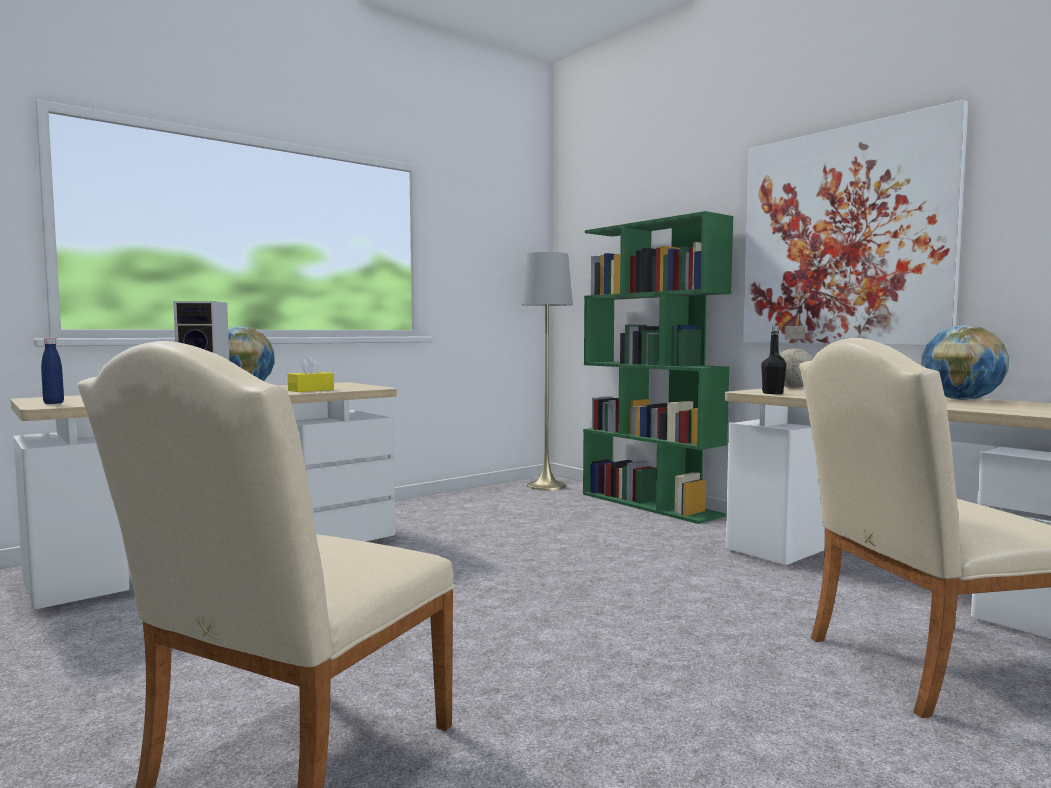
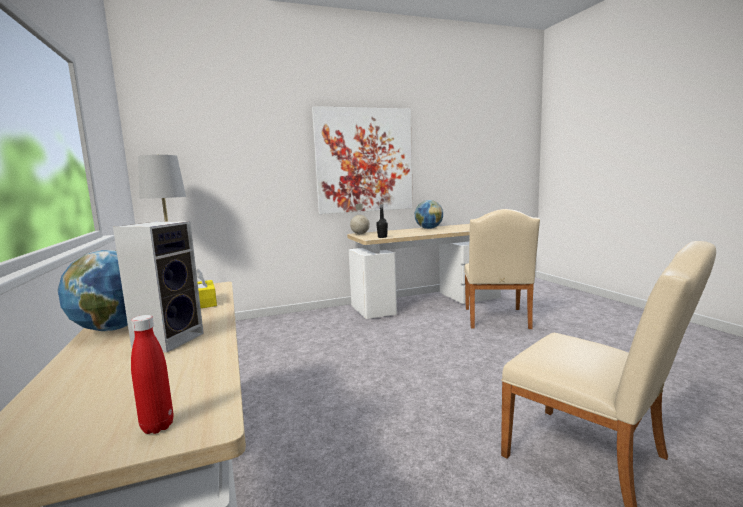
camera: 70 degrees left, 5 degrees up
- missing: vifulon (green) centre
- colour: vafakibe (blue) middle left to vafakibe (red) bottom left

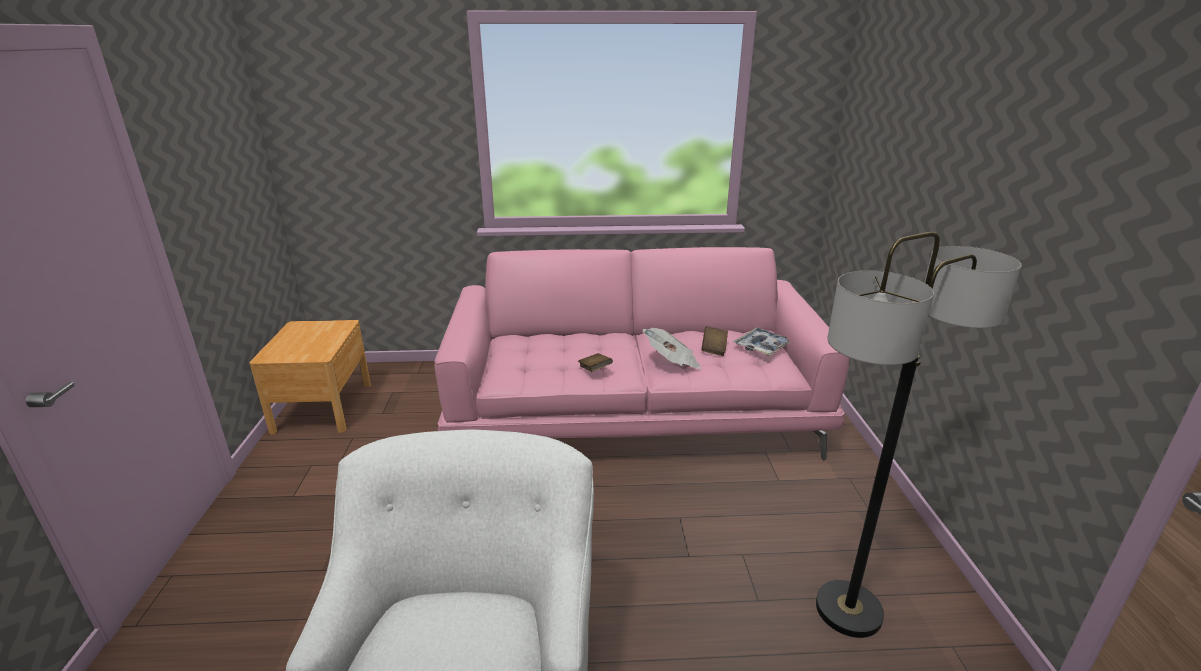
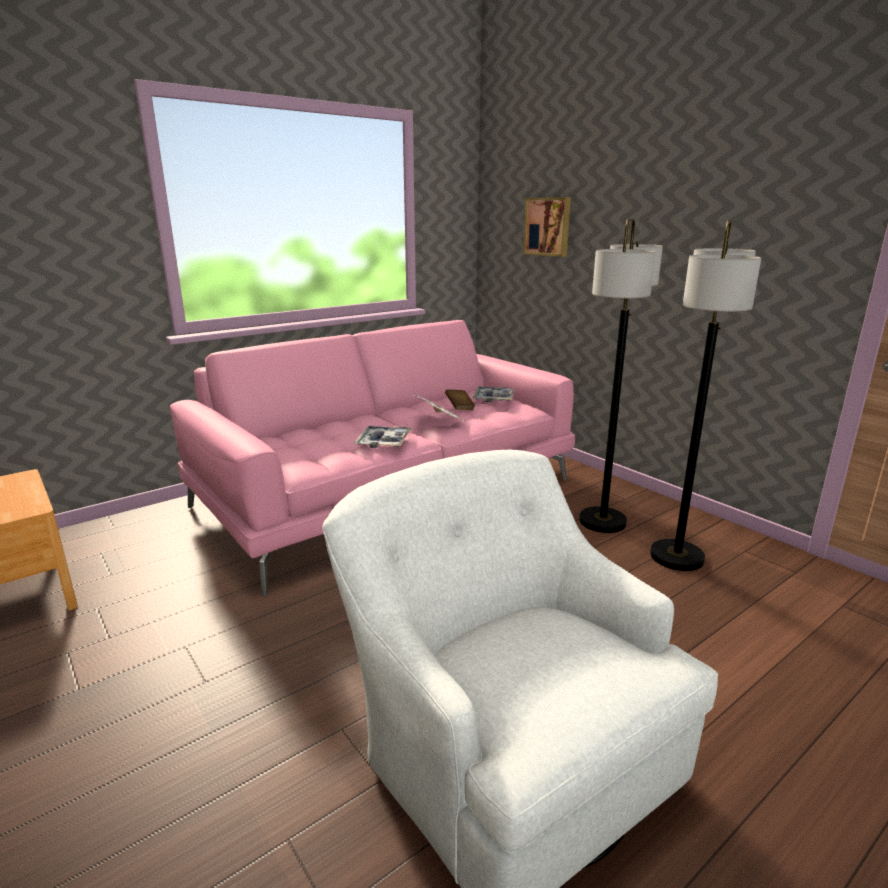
camera: 35 degrees left, 5 degrees down
- appeared: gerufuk top centre
- appeared: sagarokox (no. 1 from left) middle right
- exchanged: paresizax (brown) (no. 1 from left) centre to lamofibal (no. 1 from left) centre

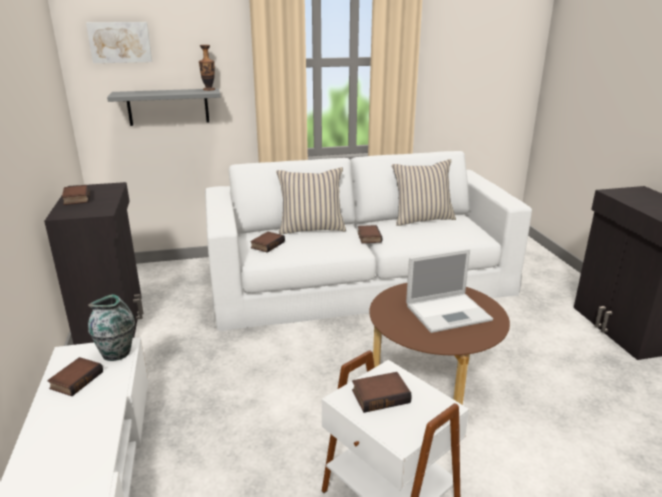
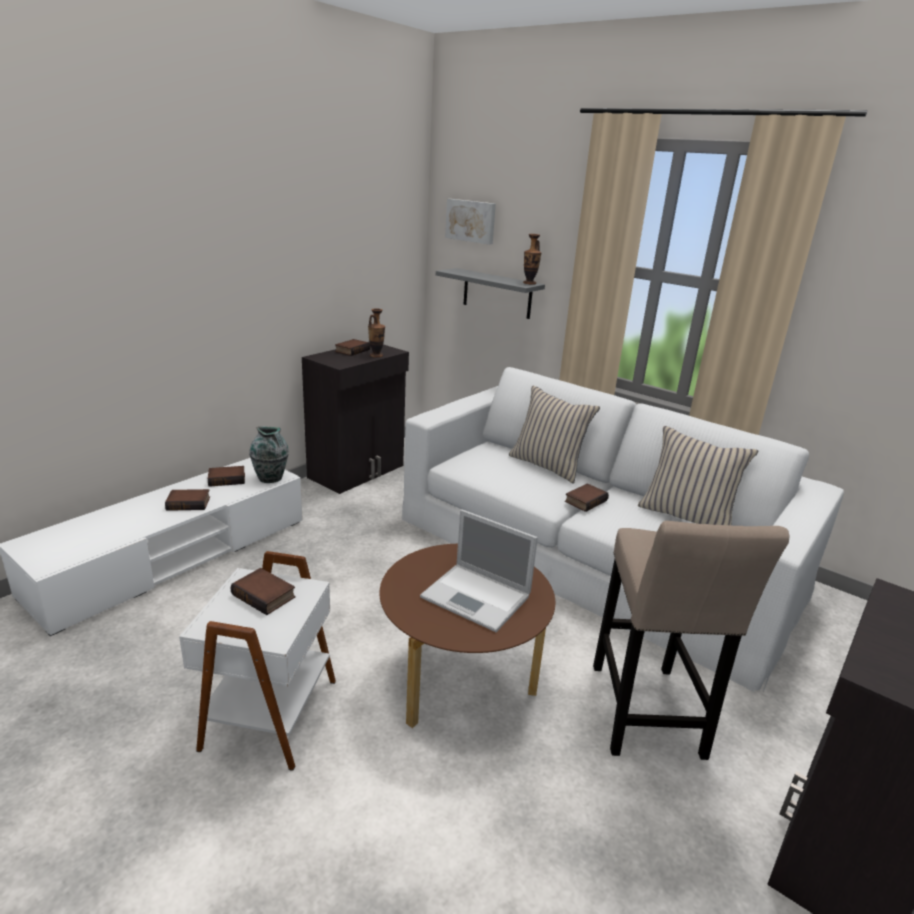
camera: 50 degrees right, 0 degrees up
- appeared: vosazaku (no. 2 from left) centre
- appeared: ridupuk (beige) bottom right
- relocated: paresizax (no. 3 from left in the first image) centre to paresizax (no. 1 from left) middle left

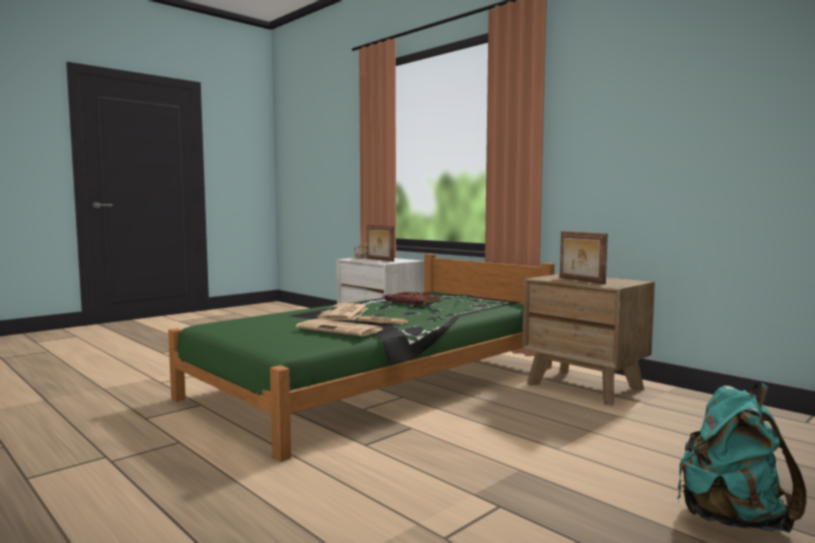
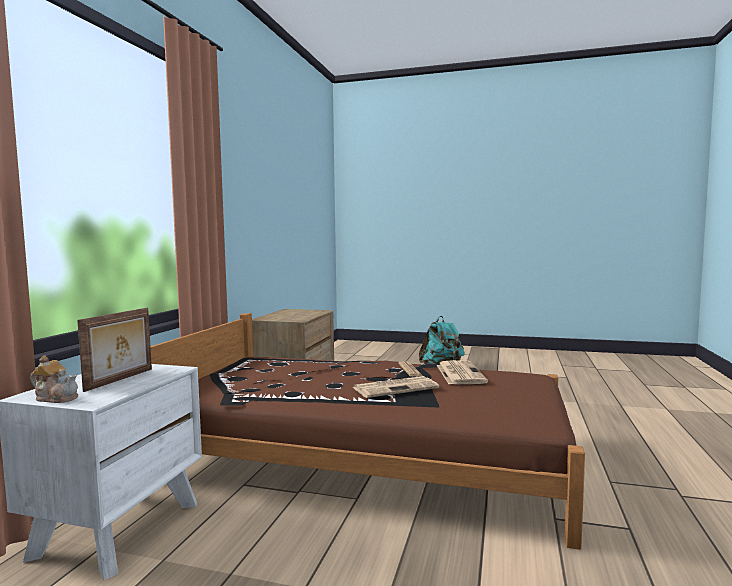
camera: 120 degrees left, 0 degrees up
- missing: paresizax centre
- missing: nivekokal (no. 2 from left) middle right
- colour: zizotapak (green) centre to zizotapak (brown) bottom centre

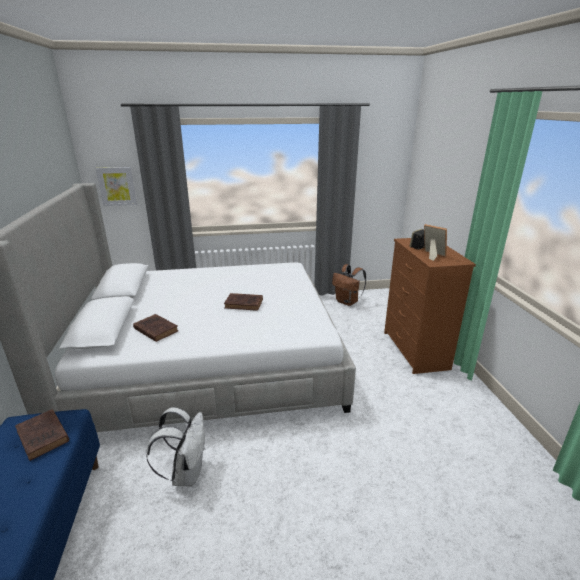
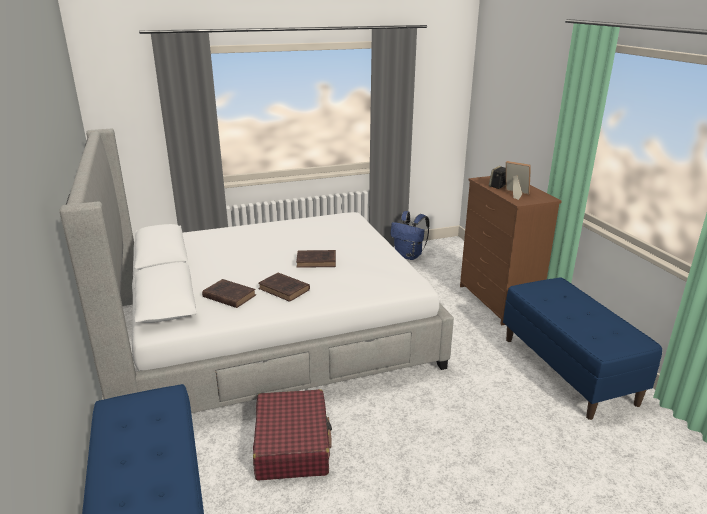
camera: 10 degrees left, 0 degrees up
- missing: gerufuk top left
- appeared: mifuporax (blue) (no. 2 from left) bottom right
- relocated: paresizax (brown) (no. 1 from left in the first image) bottom left to paresizax (brown) (no. 2 from left) centre
- exchanged: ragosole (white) bottom left to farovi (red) bottom centre
- colour: ragosole (brown) centre to ragosole (blue) centre

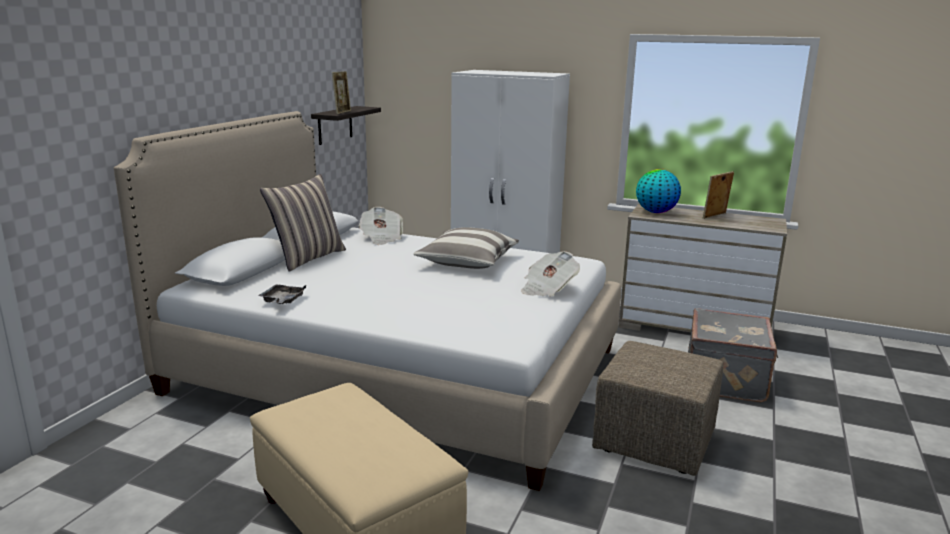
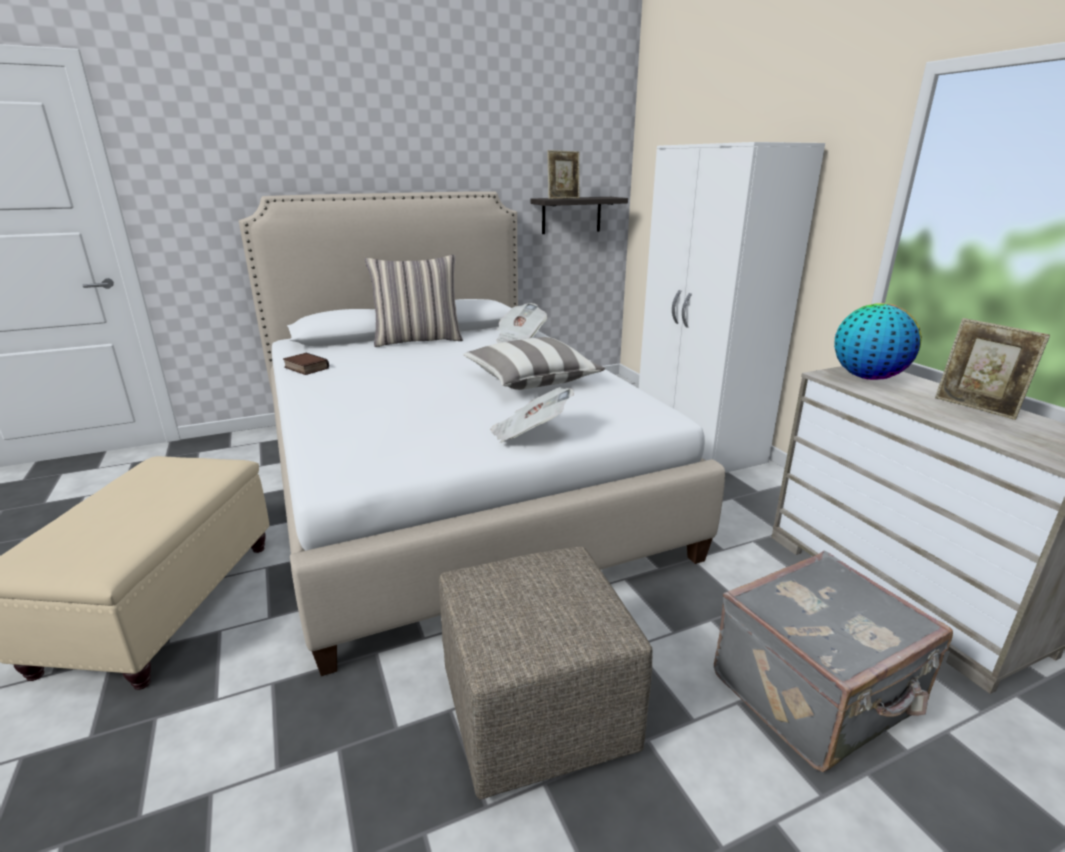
camera: 45 degrees right, 5 degrees up
- exchanged: lamofibal (grey) middle left to paresizax middle left
- spun: nivekokal (no. 2 from left) middle right = middle right 135 degrees counterclockwise

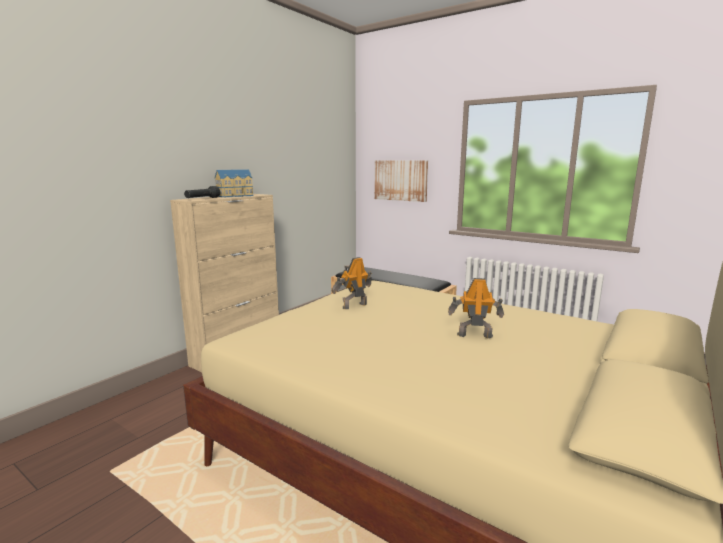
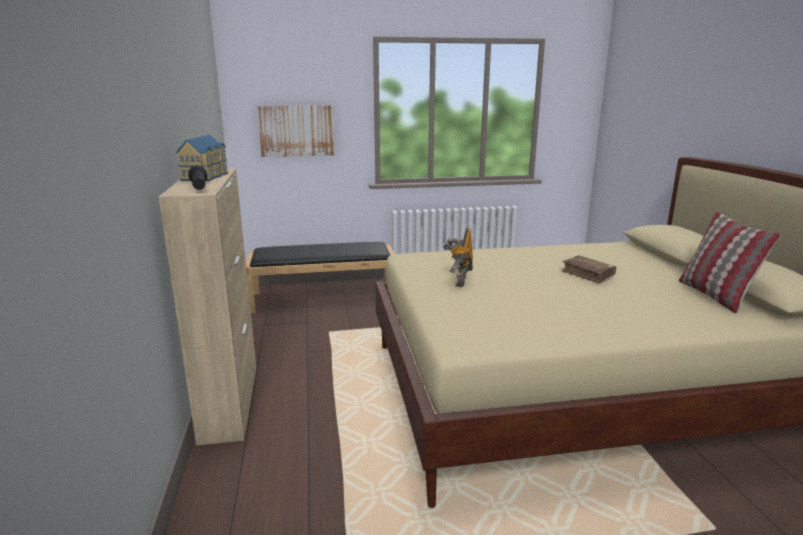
camera: 45 degrees left, 5 degrees up
- appeared: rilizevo middle right
- exchanged: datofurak (no. 2 from left) centre to paresizax (brown) middle right

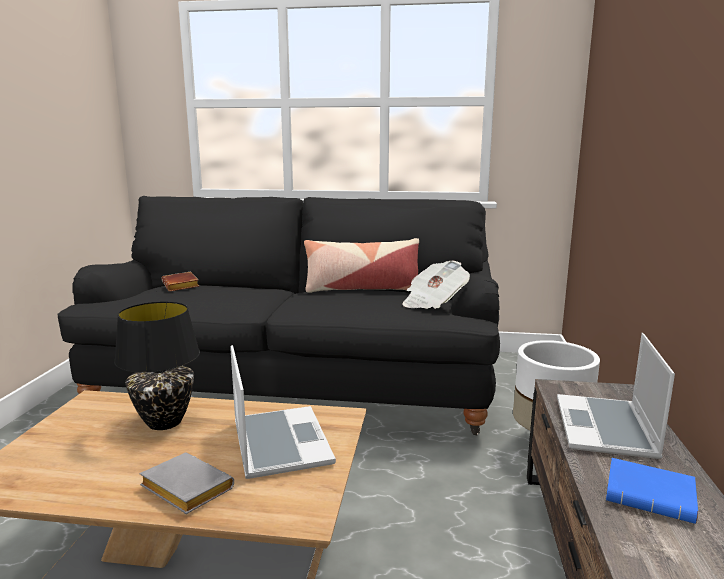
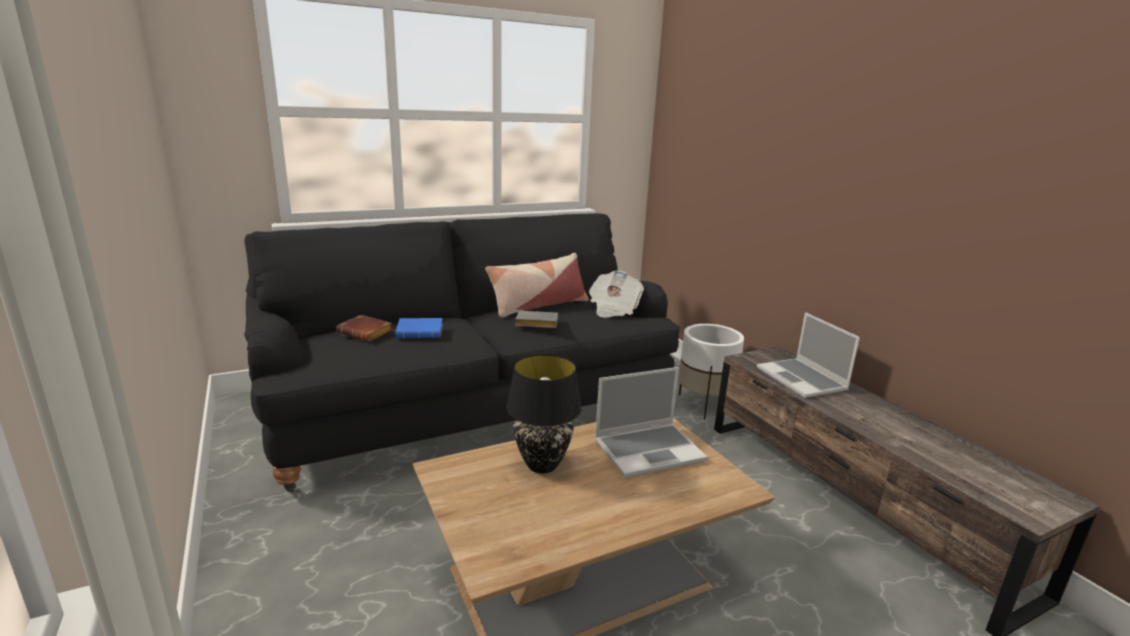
camera: 35 degrees left, 5 degrees up
- relocated: paresizax (grey) bottom left to centre
- relocated: paresizax (blue) bottom right to centre
- spun: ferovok (no. 1 from left) bottom centre = centre 120 degrees clockwise

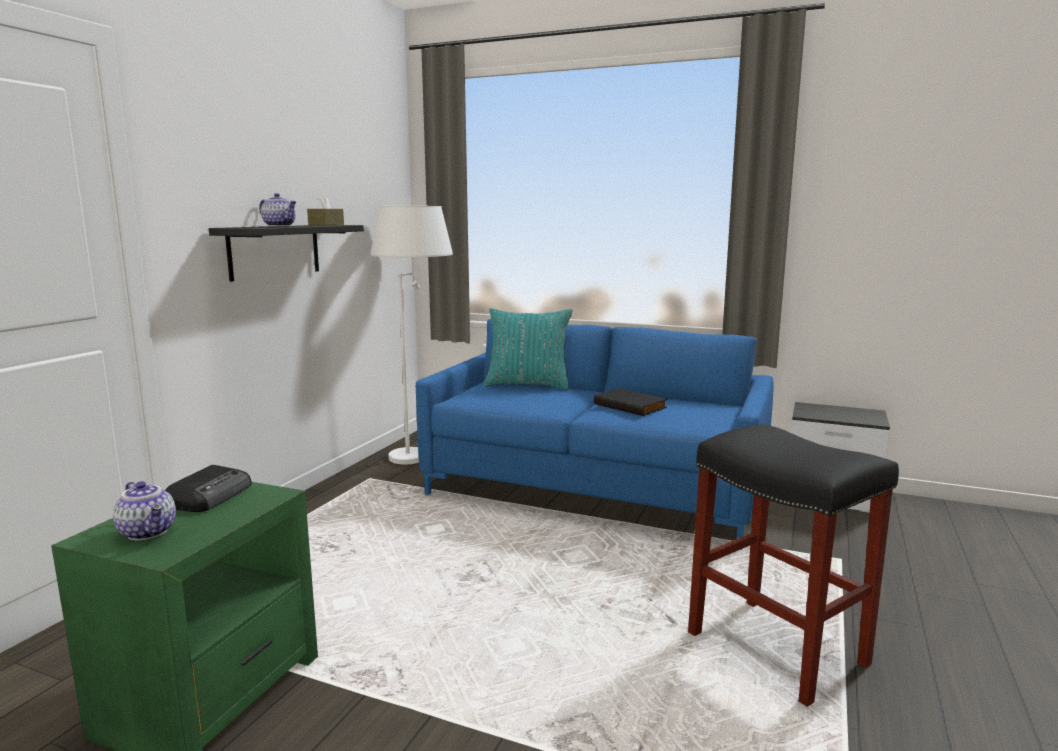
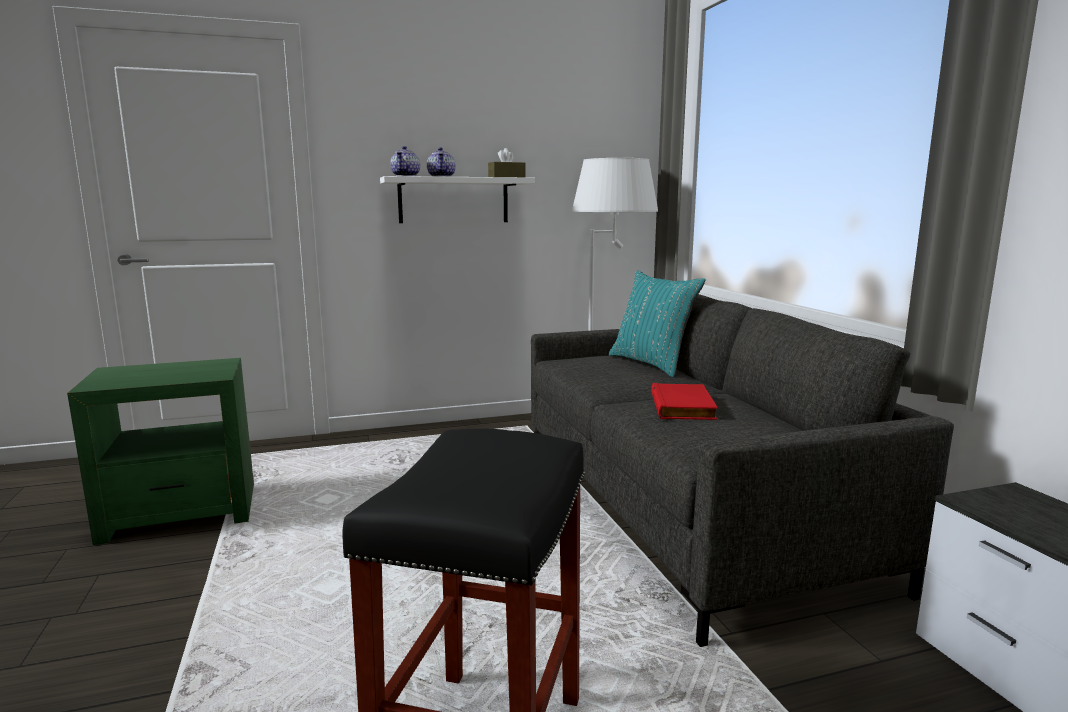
camera: 50 degrees right, 0 degrees up
- missing: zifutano middle left
- relocated: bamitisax (no. 1 from left) bottom left to top centre
- colour: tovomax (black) middle left to tovomax (white) top centre
- colour: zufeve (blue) centre to zufeve (grey) middle right
- colour: paresizax (black) centre to paresizax (red) centre

